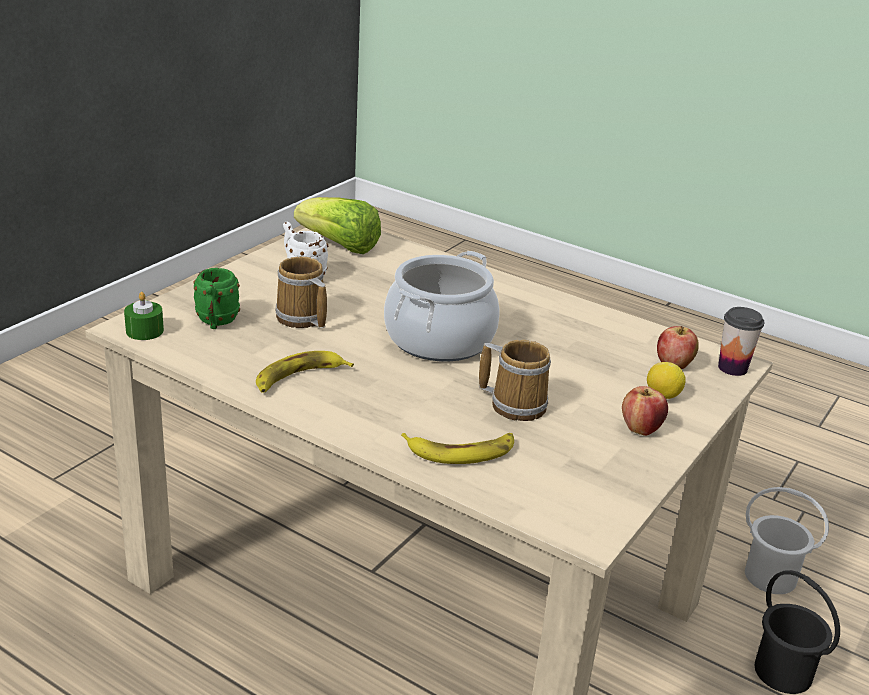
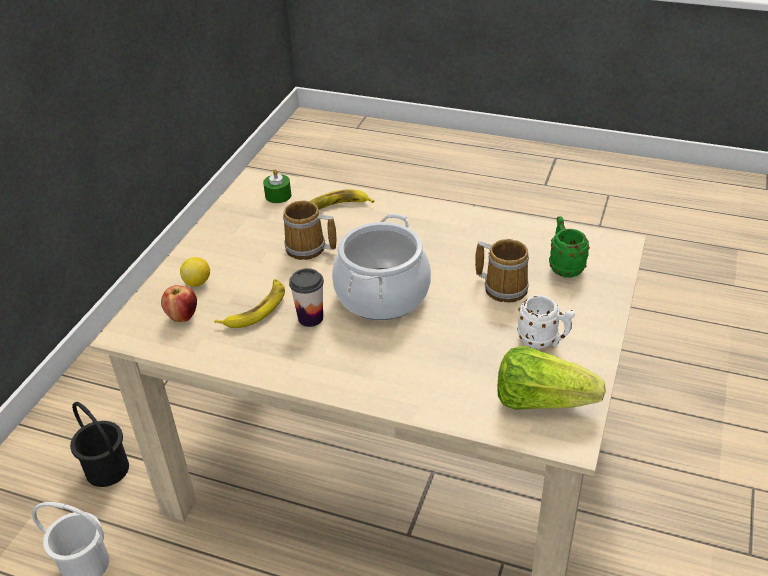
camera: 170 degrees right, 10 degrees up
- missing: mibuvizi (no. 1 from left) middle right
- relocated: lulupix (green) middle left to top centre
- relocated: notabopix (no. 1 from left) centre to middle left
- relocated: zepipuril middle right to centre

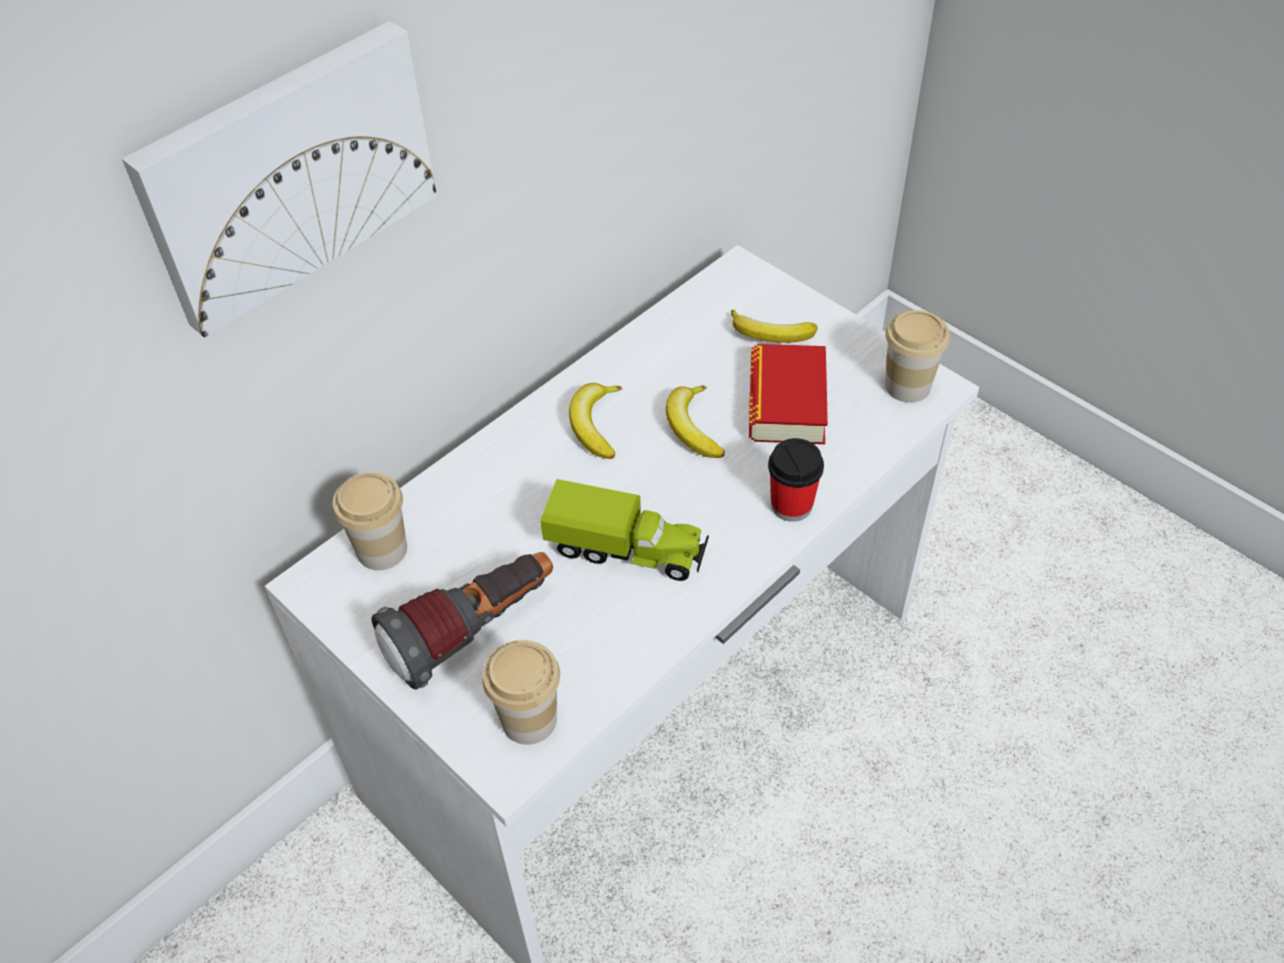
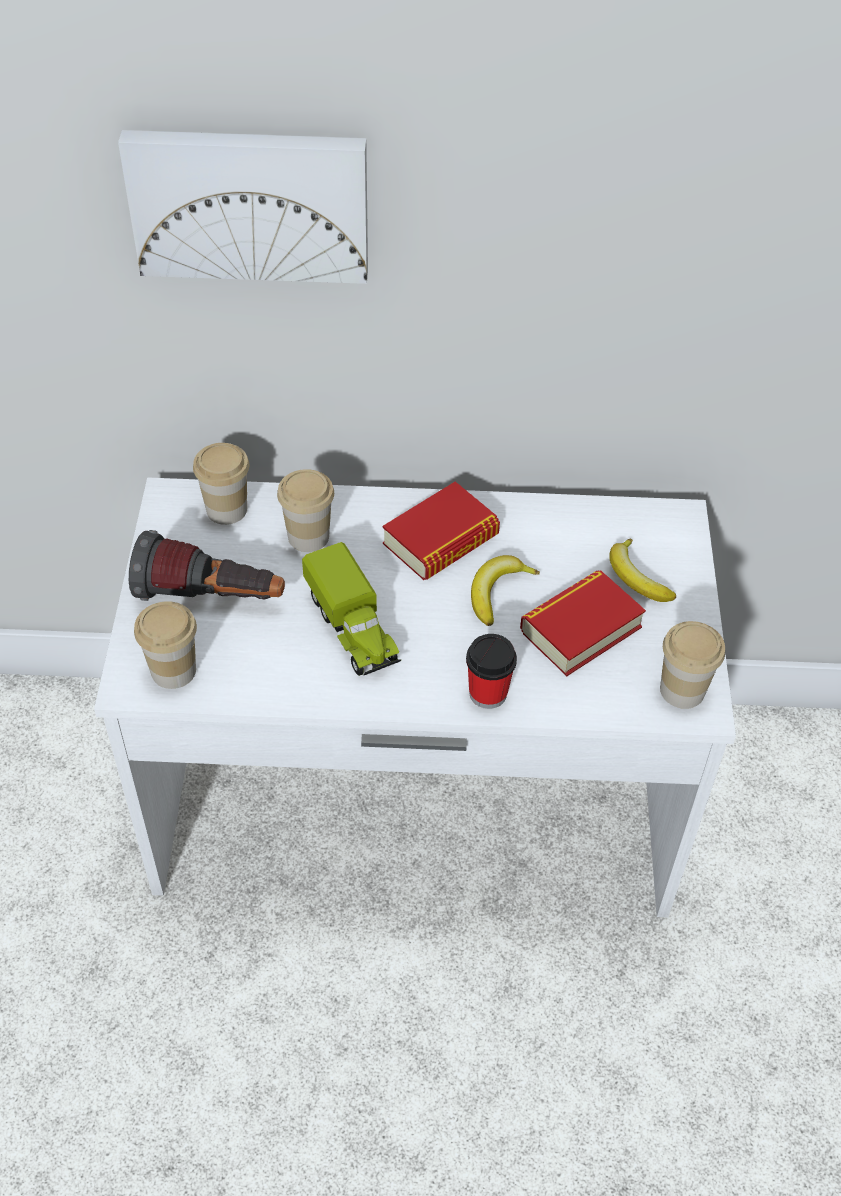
camera: 45 degrees right, 0 degrees up
- appeared: zepipuril (no. 3 from left) centre
- exchanged: notabopix (no. 1 from left) centre to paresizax (no. 1 from left) centre

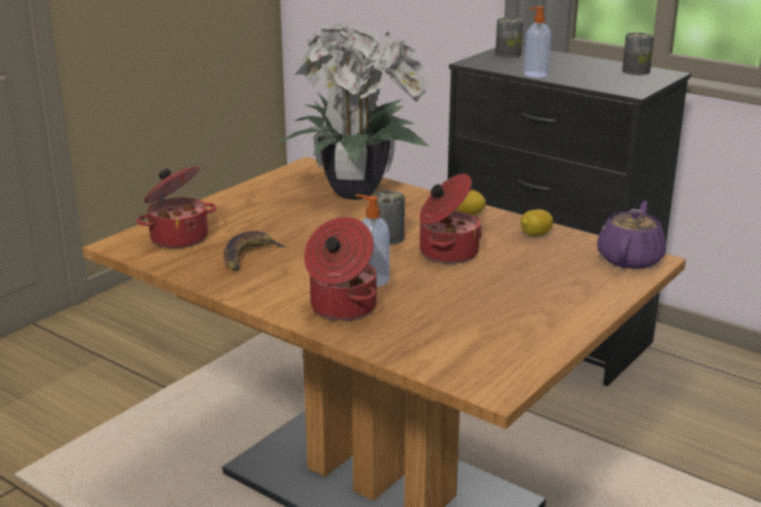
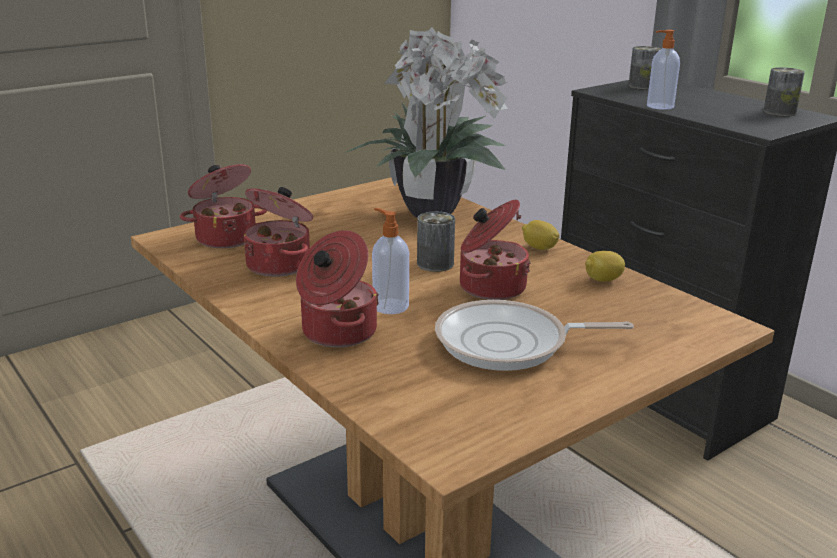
camera: 15 degrees right, 0 degrees up
- missing: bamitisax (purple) middle right
- appeared: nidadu centre
- exchanged: notabopix centre to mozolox (no. 2 from left) middle left

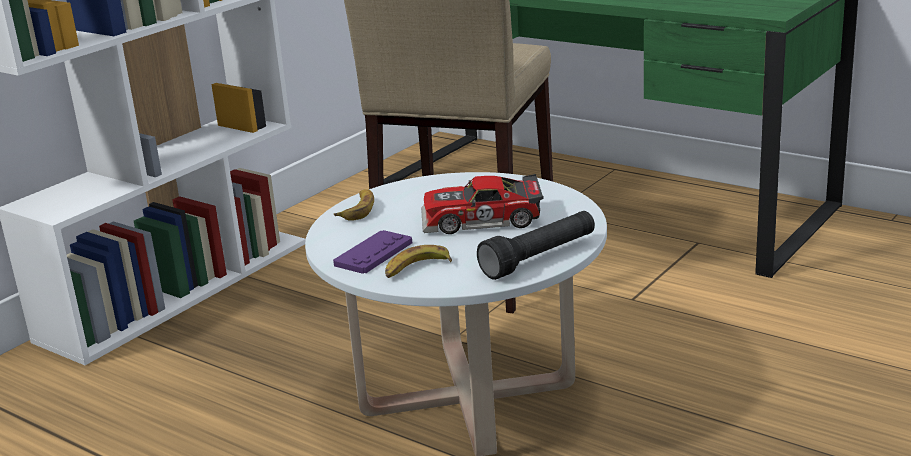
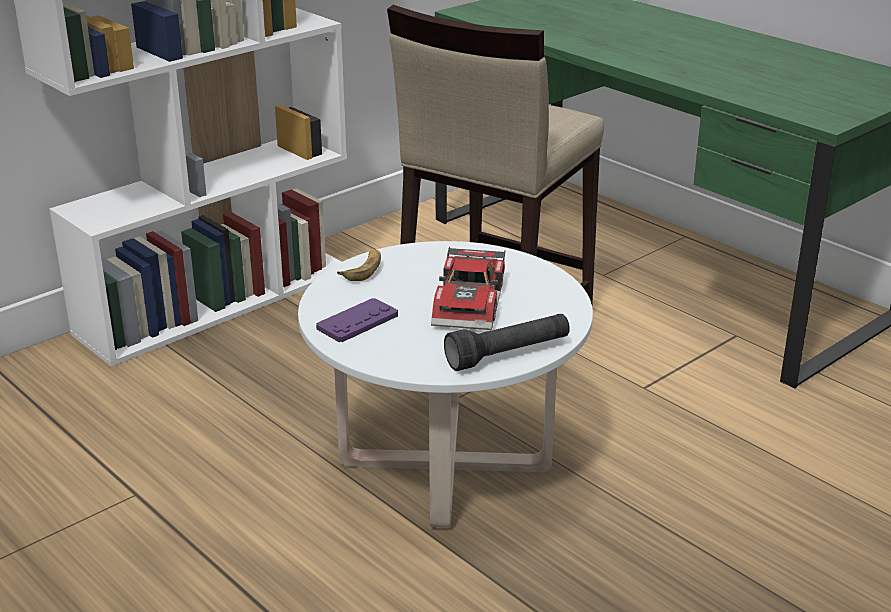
camera: 10 degrees right, 5 degrees up
- missing: notabopix (no. 2 from left) centre
- spun: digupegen centre = centre 90 degrees counterclockwise

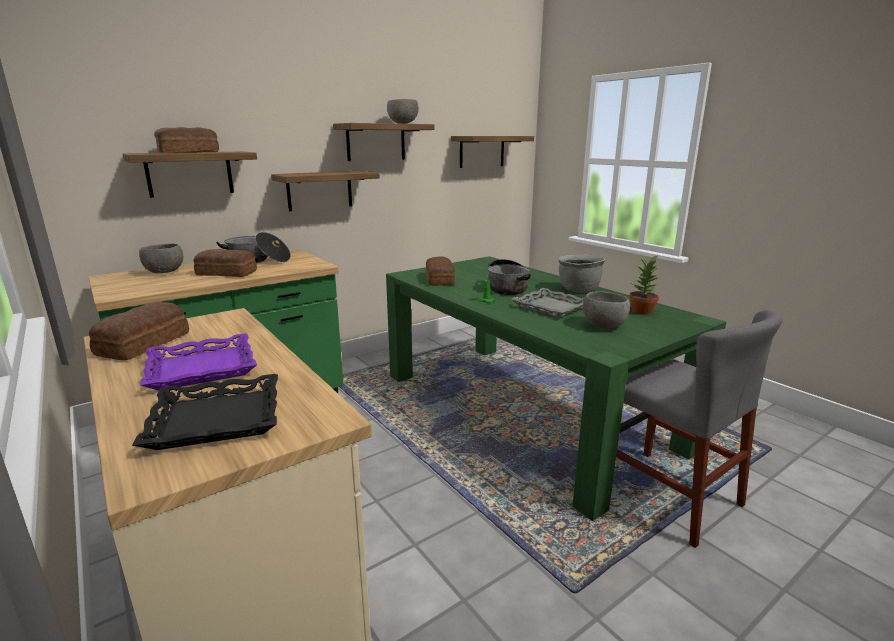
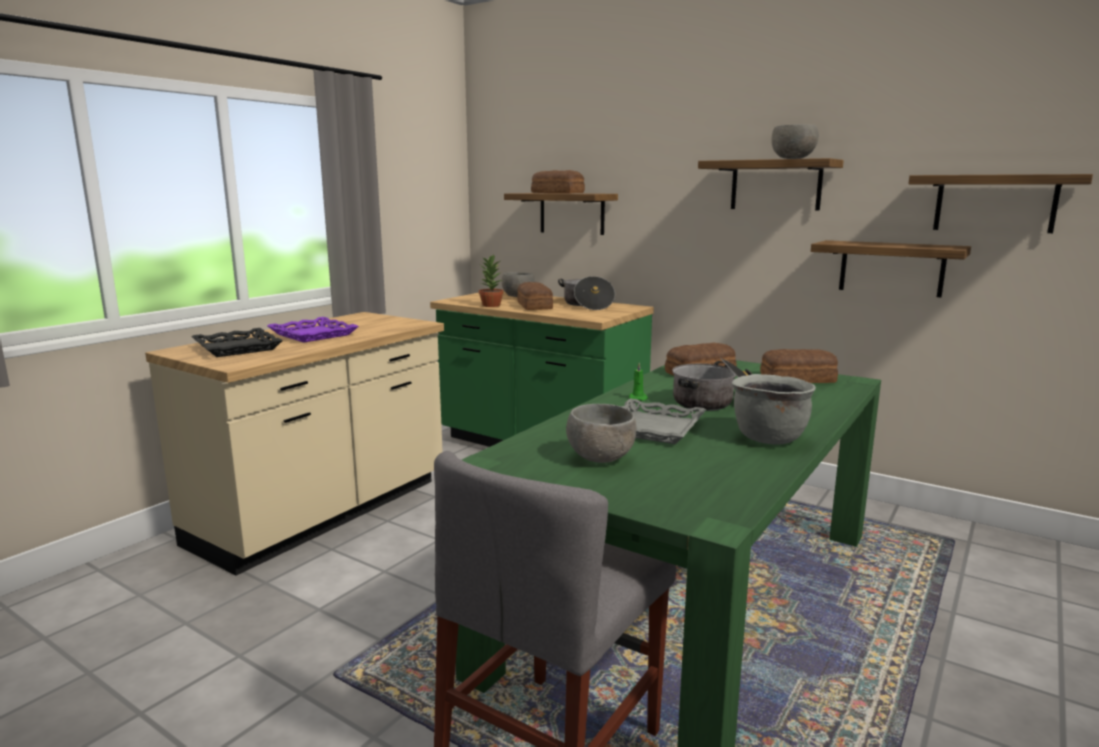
camera: 70 degrees right, 5 degrees down
- relocated: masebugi (no. 1 from left in the first image) middle left to masebugi (no. 4 from left) middle right
- relocated: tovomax (no. 2 from left in the first image) top centre to tovomax (no. 3 from left) middle right
- relocated: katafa middle right to centre

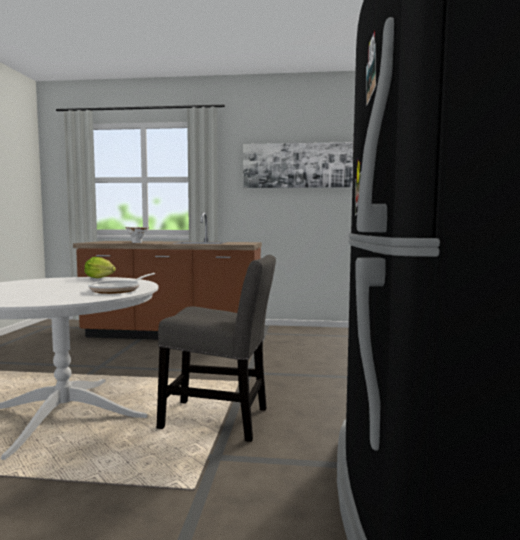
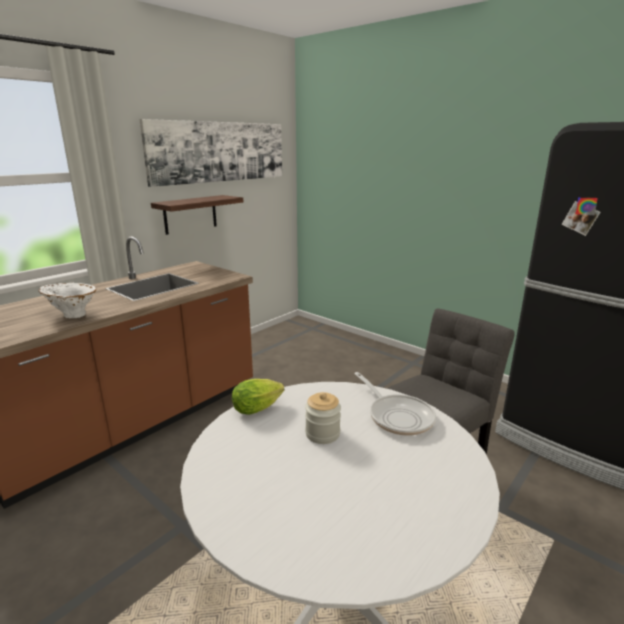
camera: 55 degrees left, 15 degrees up
- appeared: tovomax middle left
- appeared: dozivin bottom centre

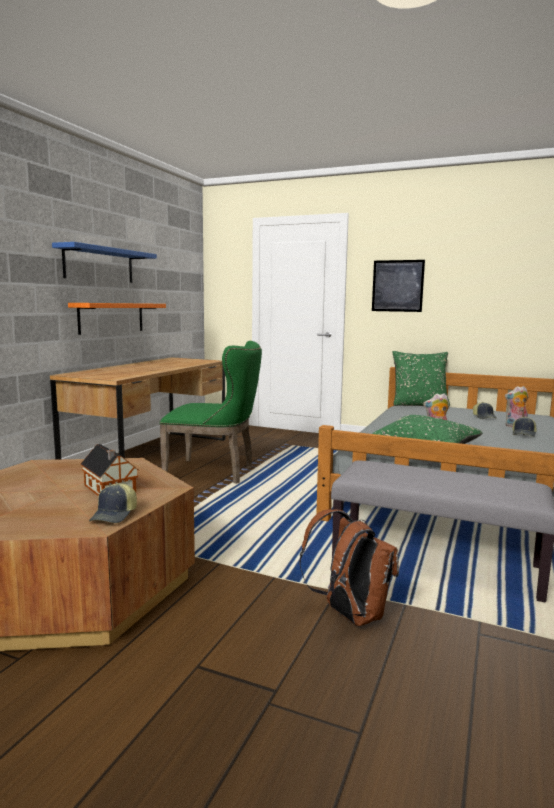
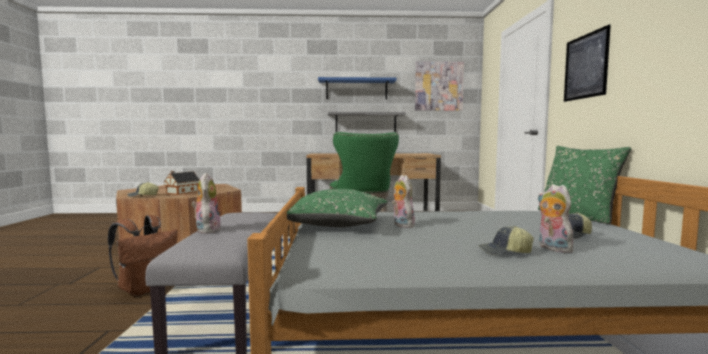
camera: 65 degrees right, 5 degrees down
- appeared: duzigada (no. 1 from left) middle left
- appeared: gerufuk (no. 1 from left) top centre
- colour: tovomax (orange) middle left to tovomax (grey) centre

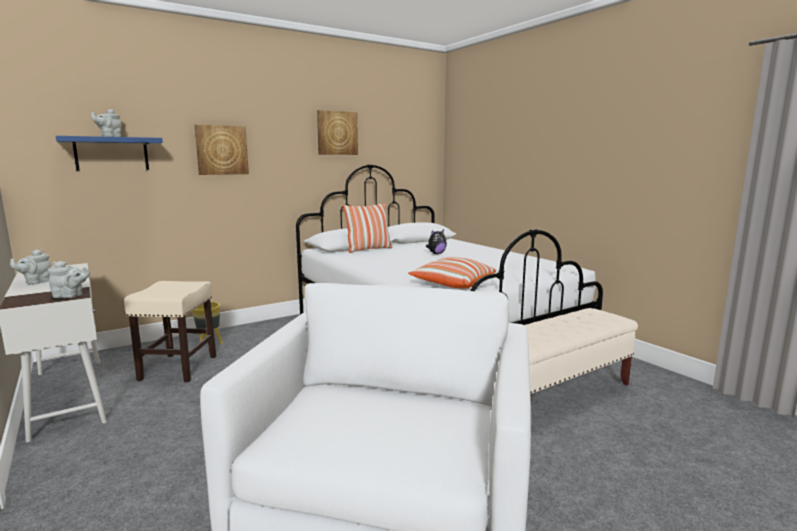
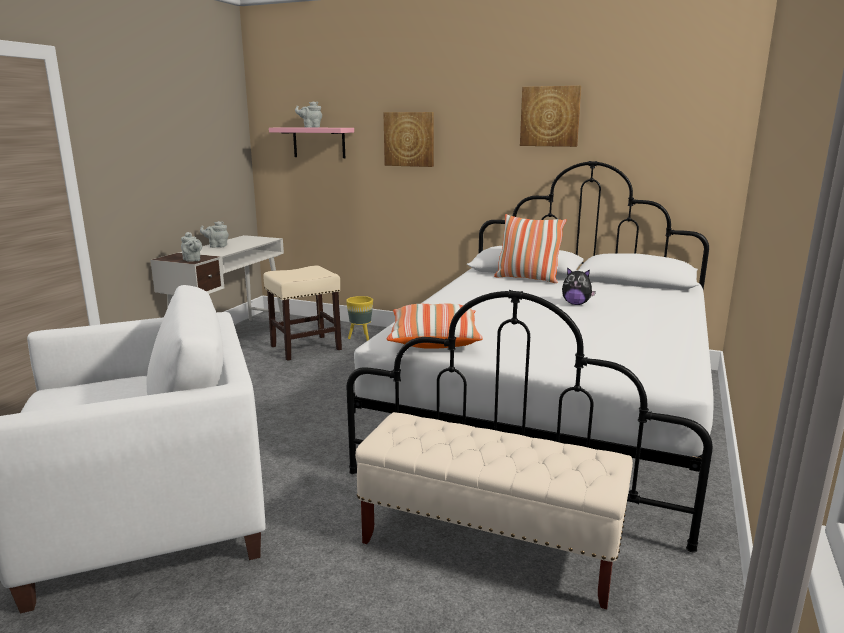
camera: 55 degrees right, 5 degrees up
- colour: tovomax (blue) top left to tovomax (pink) top centre

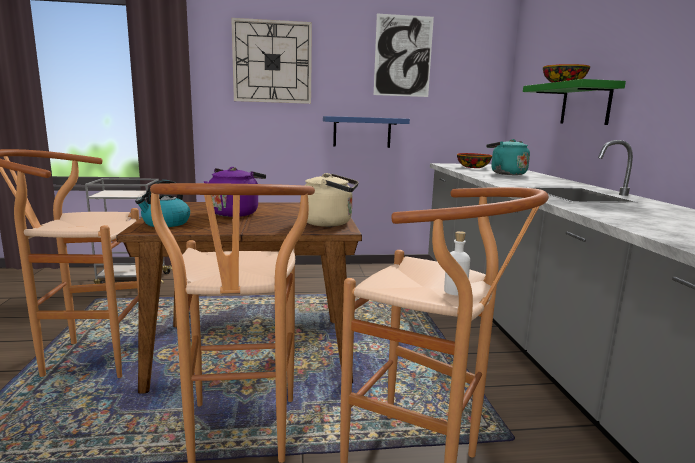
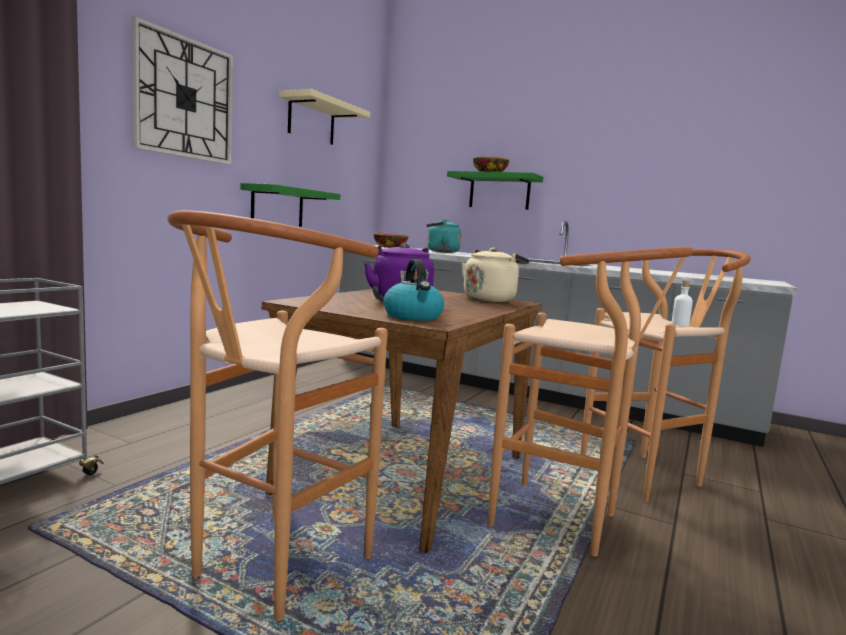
camera: 55 degrees left, 5 degrees down
- exchanged: gerufuk top centre to tovomax (beige) top centre
- colour: tovomax (blue) top centre to tovomax (green) (no. 1 from left) top centre

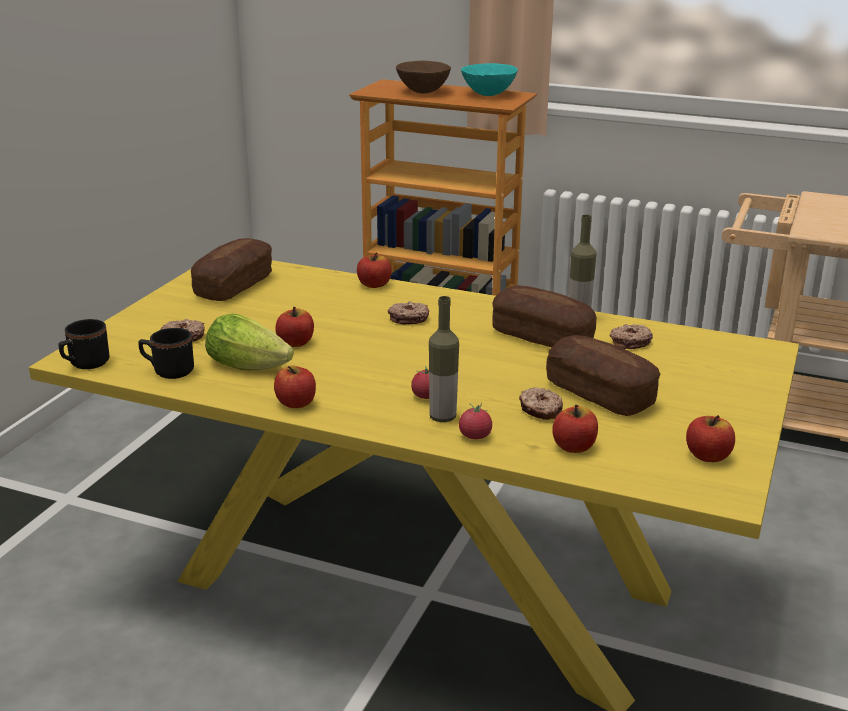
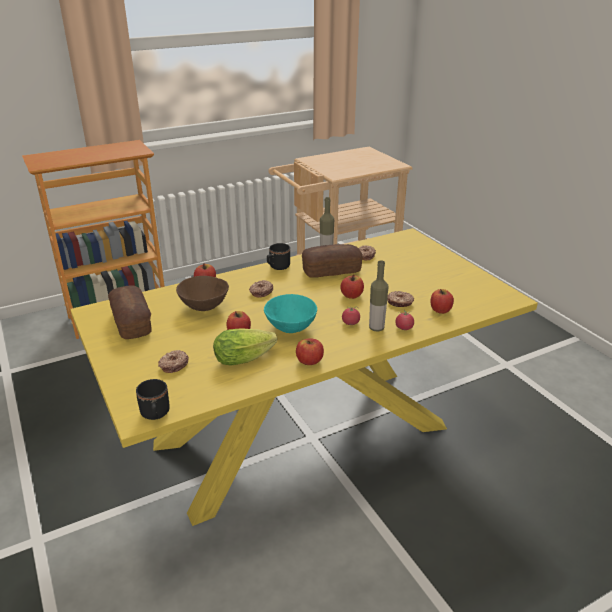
camera: 50 degrees left, 5 degrees up
- missing: masebugi (no. 3 from left) middle right
- relocated: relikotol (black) (no. 2 from left) middle left to centre
- relocated: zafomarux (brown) top centre to middle left
- relocated: zafomarux (turquoise) top centre to centre
- relocated: mibuvizi (no. 5 from left in the first image) middle right to mibuvizi (no. 4 from left) centre

